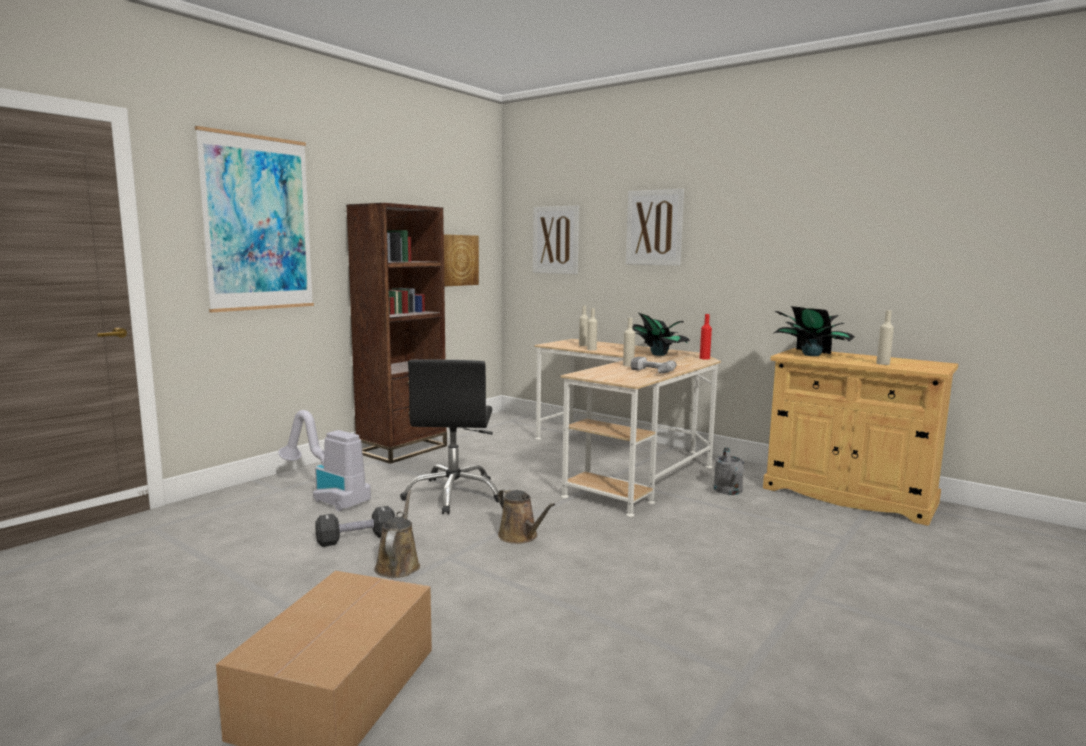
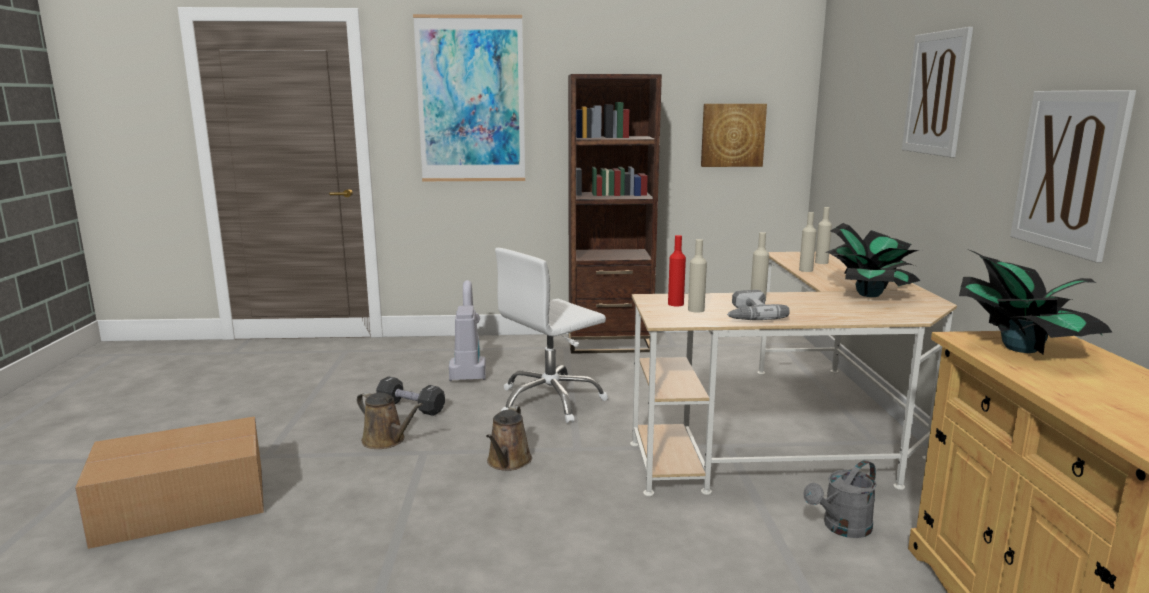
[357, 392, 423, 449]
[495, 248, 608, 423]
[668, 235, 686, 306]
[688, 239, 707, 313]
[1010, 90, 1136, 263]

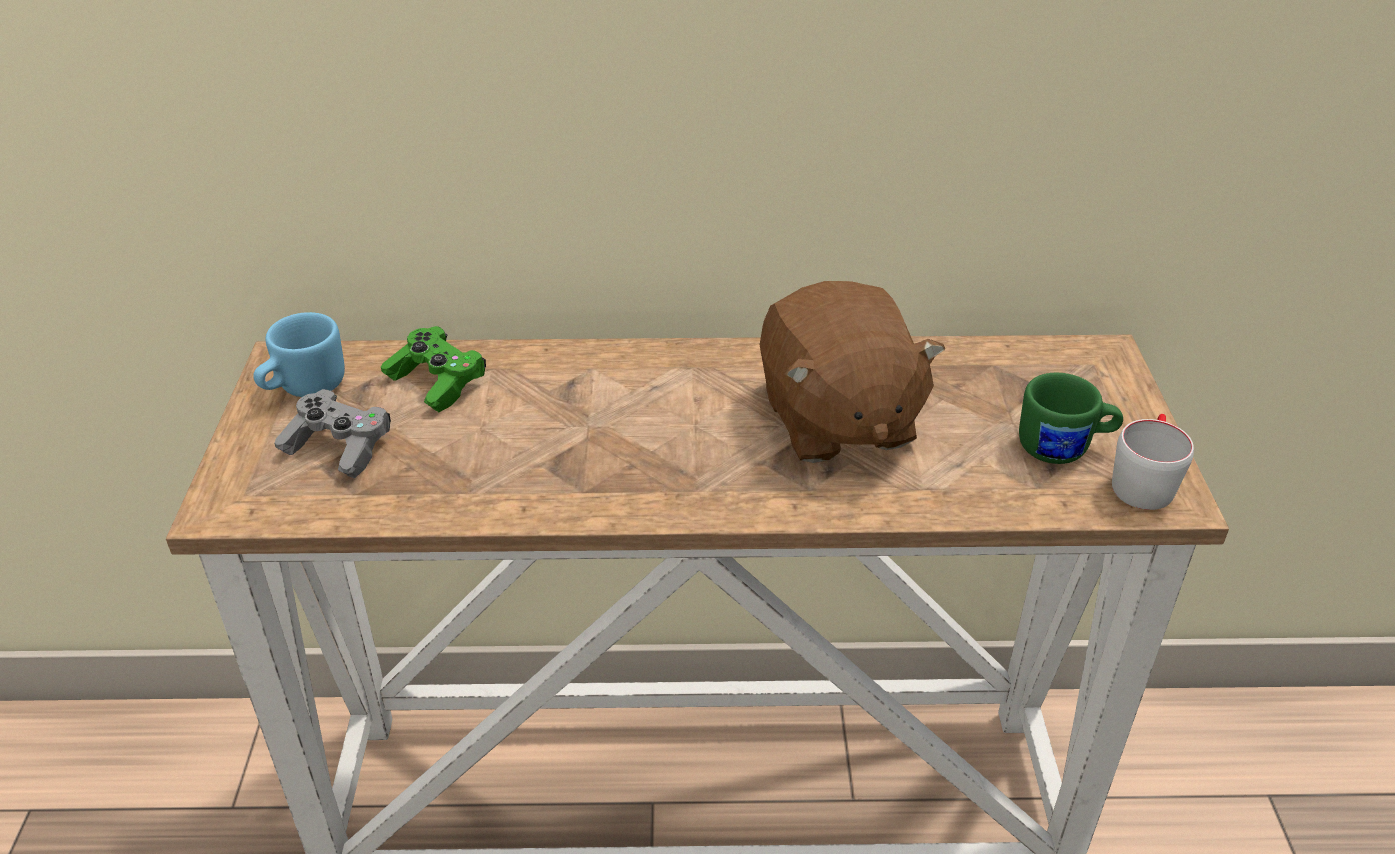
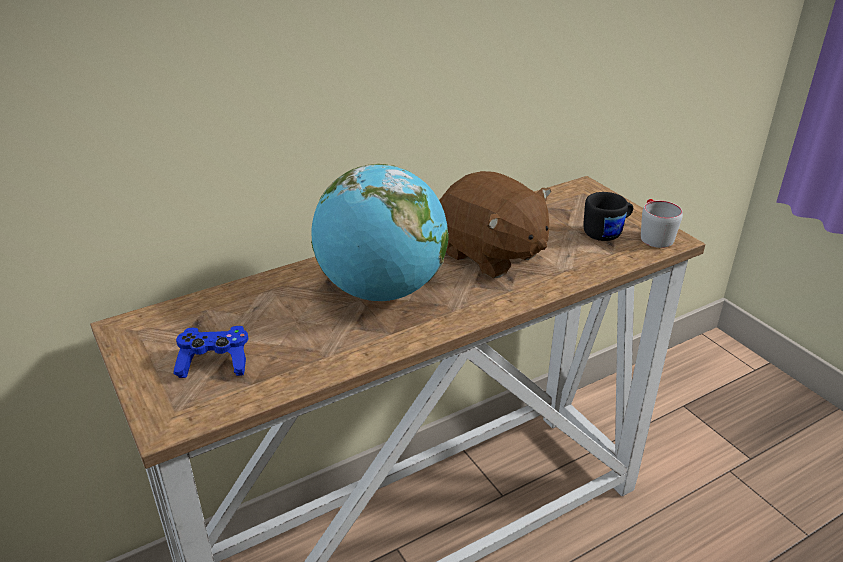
[173, 326, 248, 378]
[311, 164, 449, 301]
[583, 192, 633, 241]
[253, 312, 345, 397] (first image)
[381, 326, 486, 412] (first image)

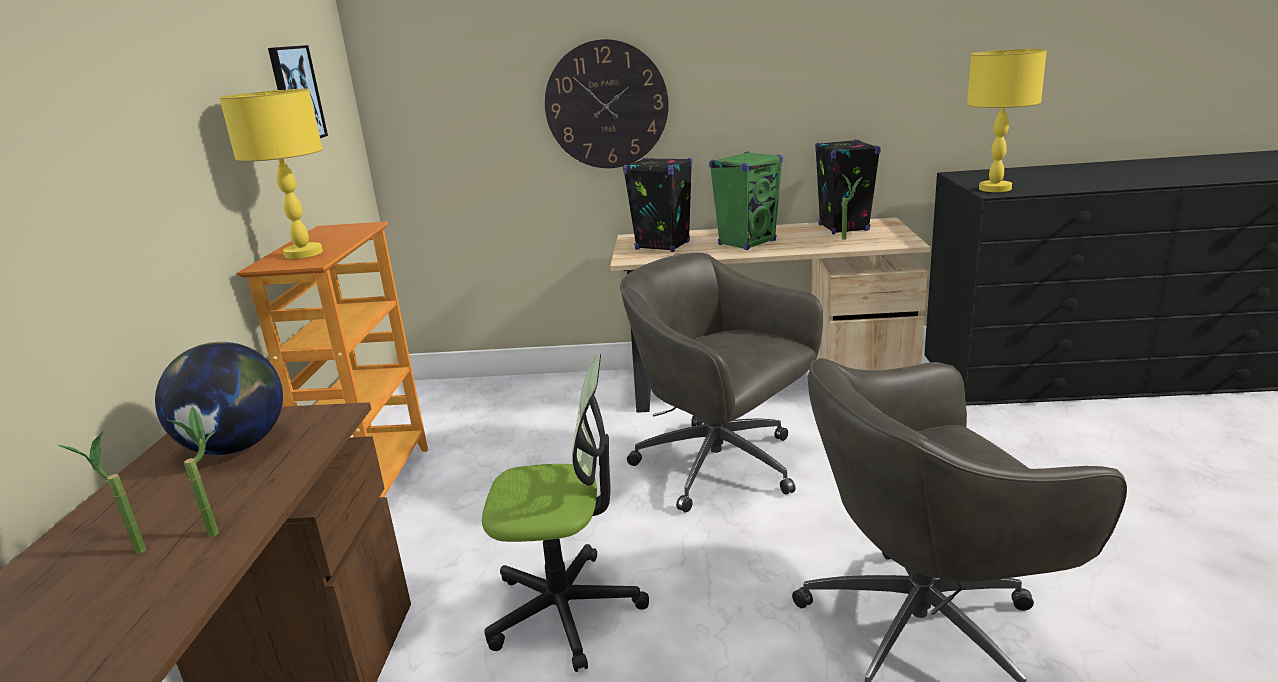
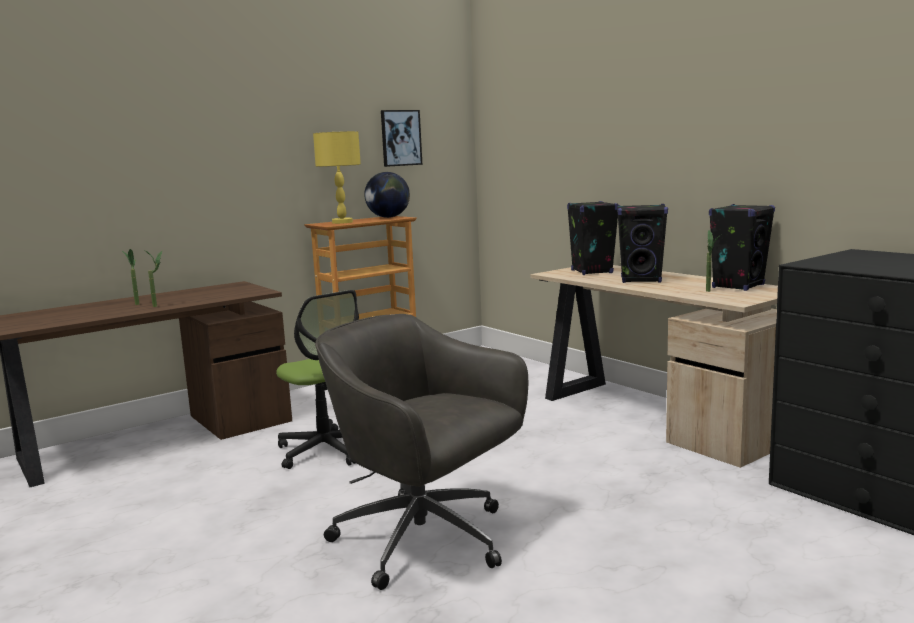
[364, 172, 410, 218]
[617, 204, 668, 283]
[545, 39, 669, 168] (first image)
[620, 253, 823, 512] (first image)
[967, 49, 1047, 192] (first image)

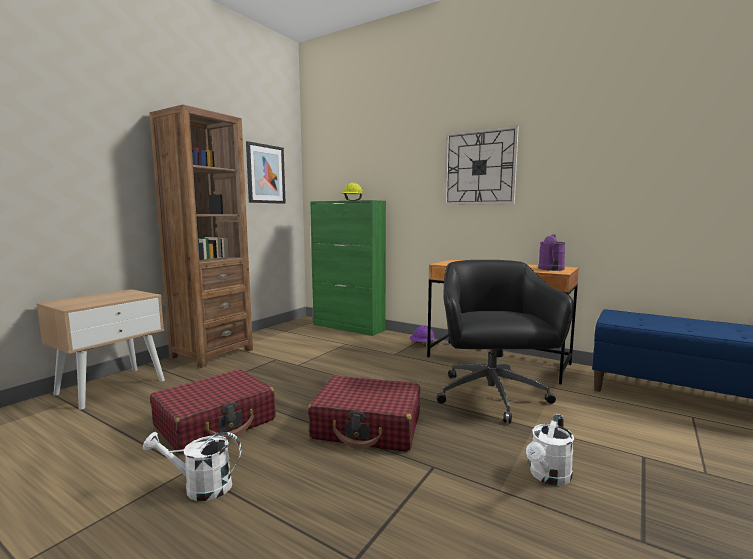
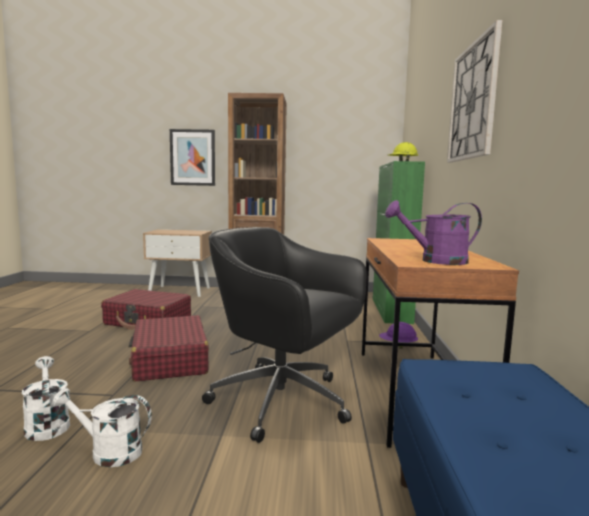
[22, 356, 70, 441]
[170, 129, 215, 186]
[202, 227, 367, 443]

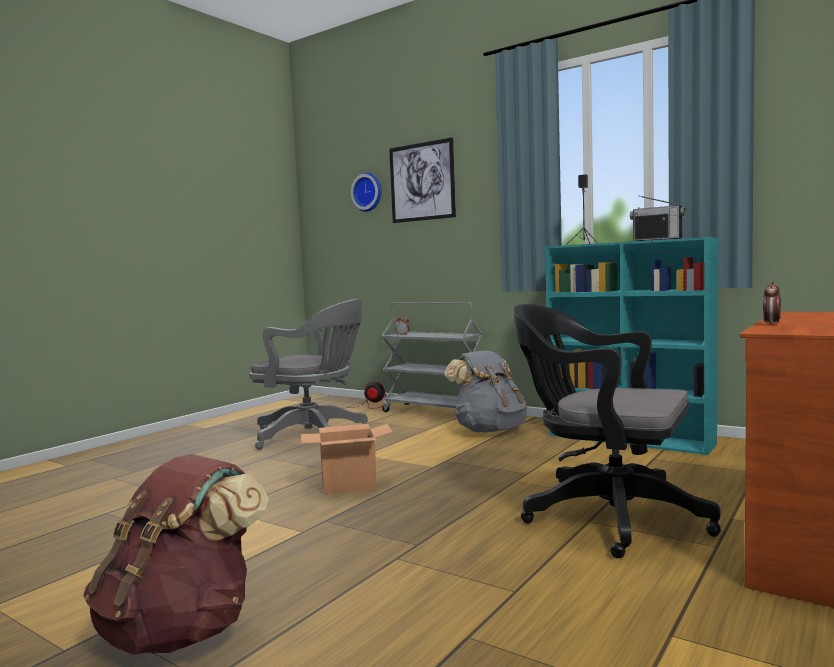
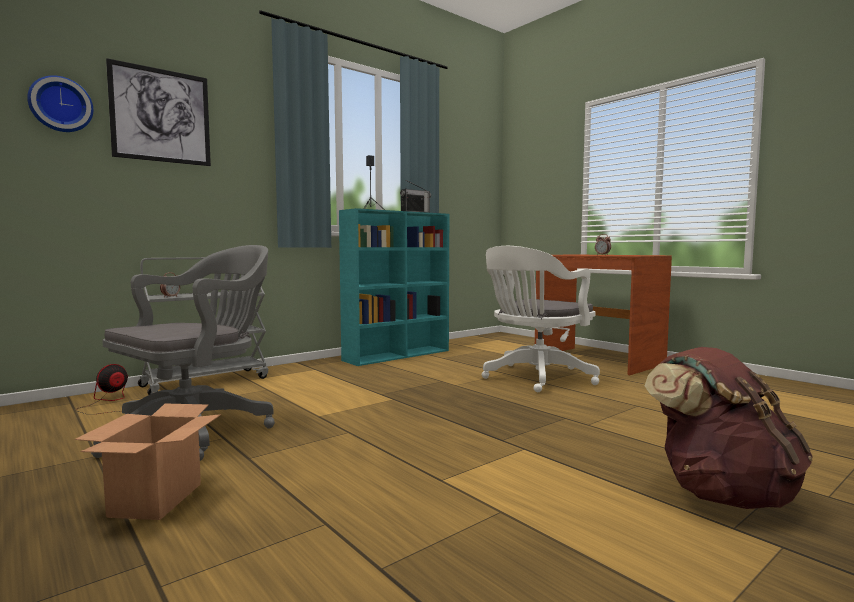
[75, 403, 221, 520]
[482, 246, 600, 392]
[444, 351, 527, 432] (first image)

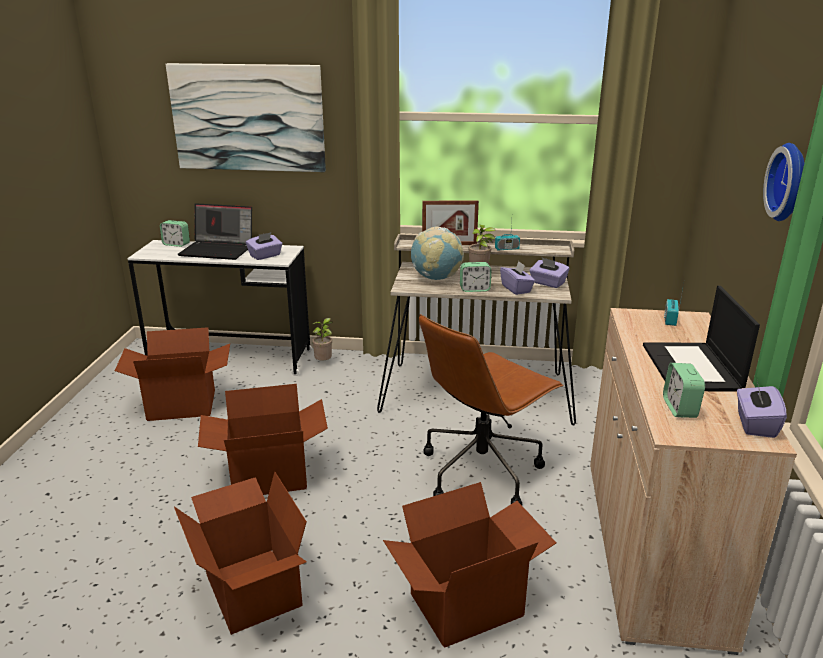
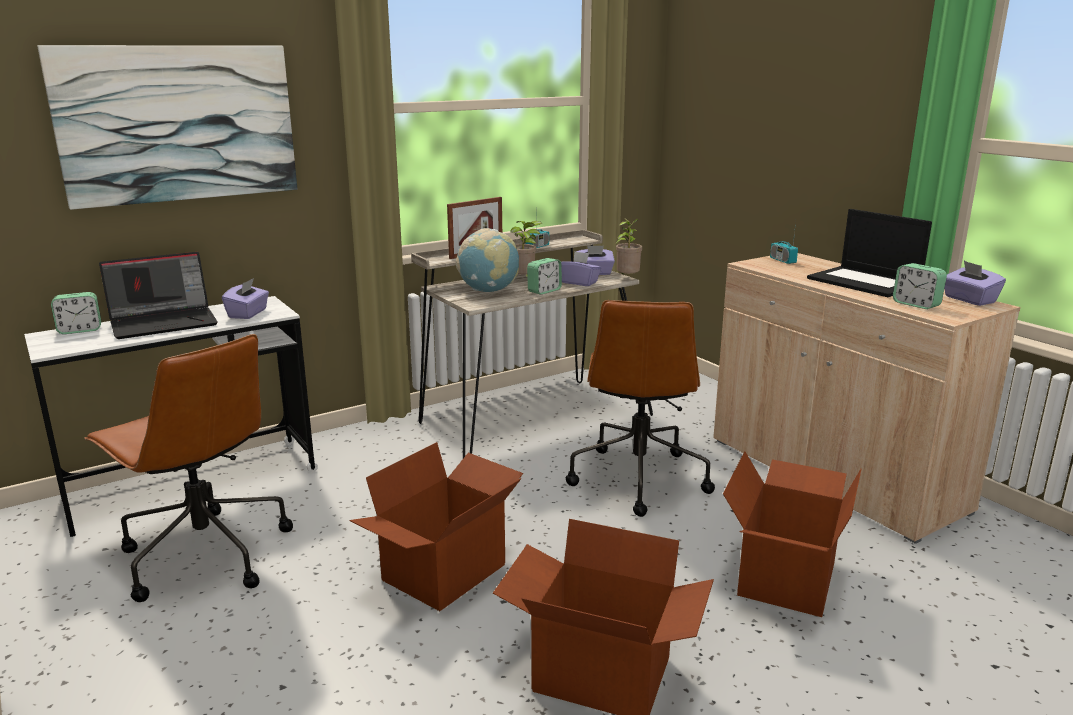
[85, 334, 293, 602]
[615, 218, 642, 275]
[763, 143, 804, 221] (first image)

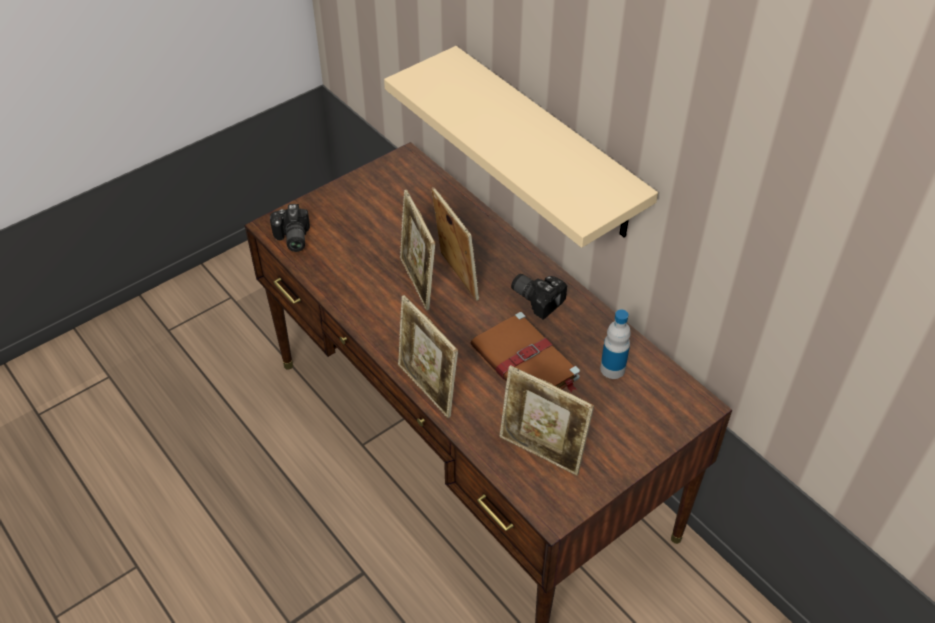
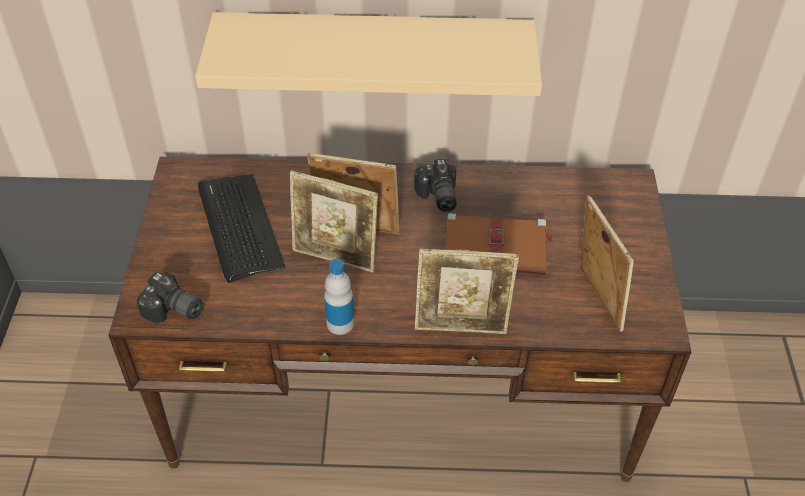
[198, 174, 285, 283]
[324, 259, 354, 335]
[414, 159, 457, 212]
[580, 195, 634, 332]

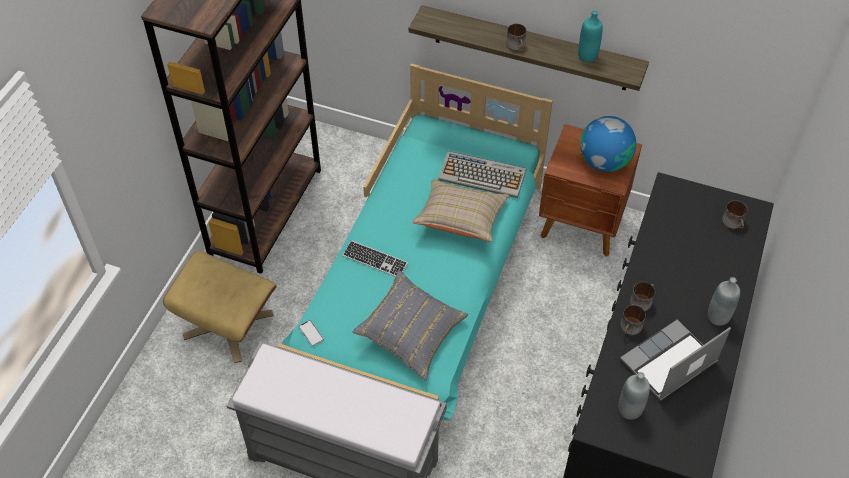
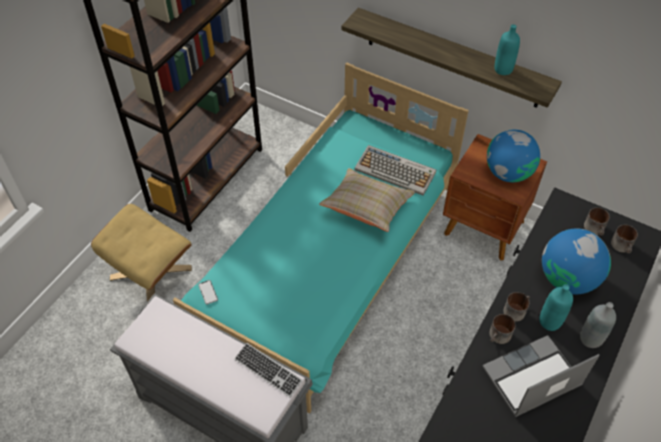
[234, 343, 303, 398]
[539, 284, 573, 331]
[542, 228, 611, 295]
[584, 207, 610, 236]
[352, 270, 468, 381] (first image)
[619, 372, 650, 420] (first image)

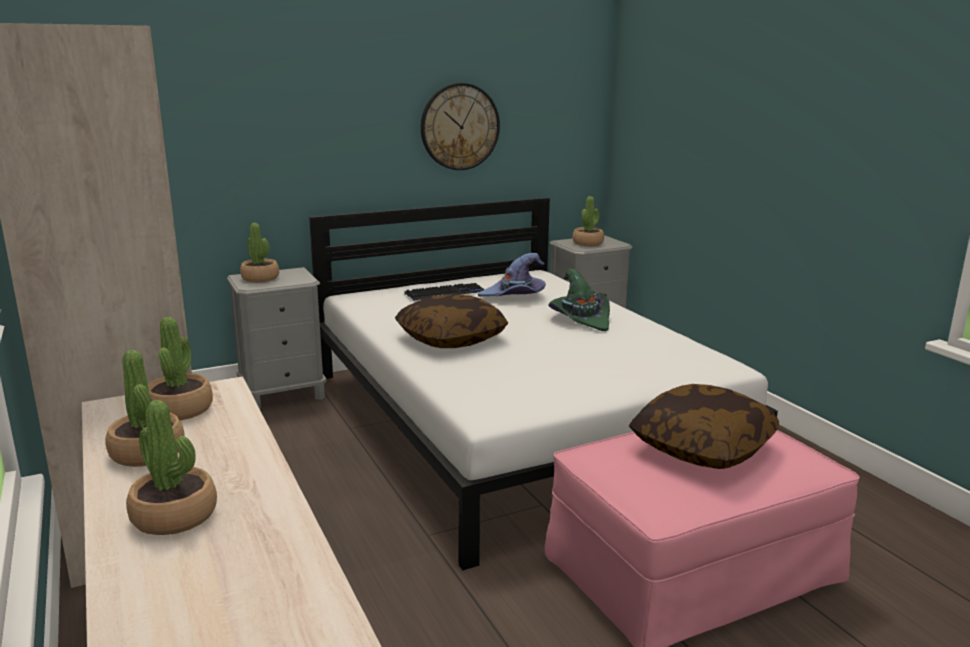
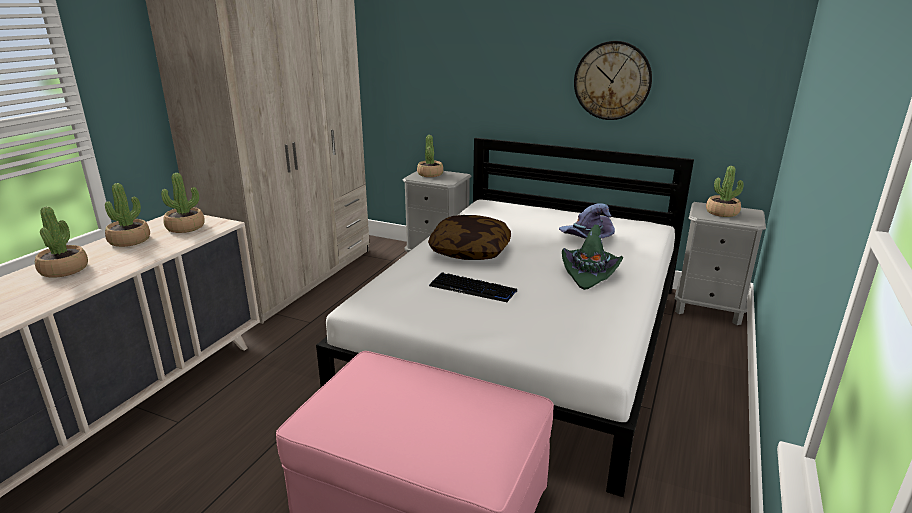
[429, 272, 517, 302]
[629, 384, 779, 469] (first image)

